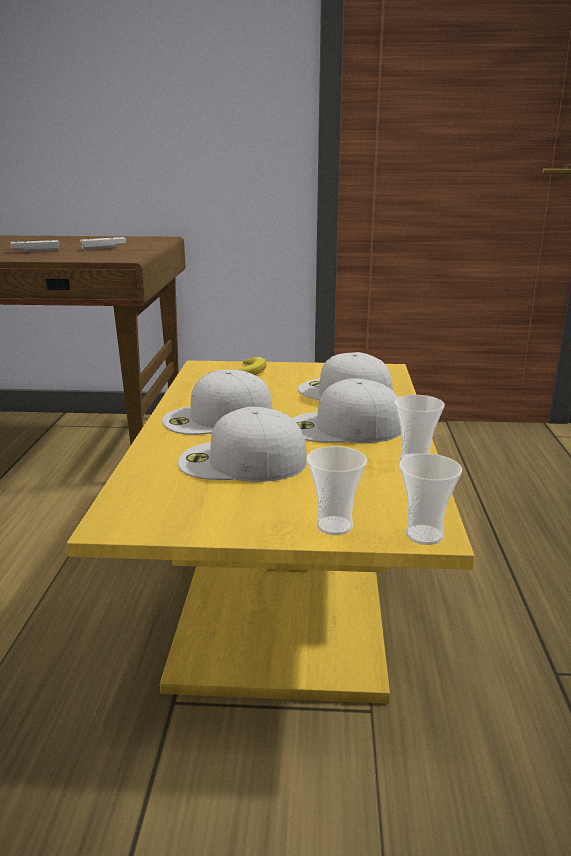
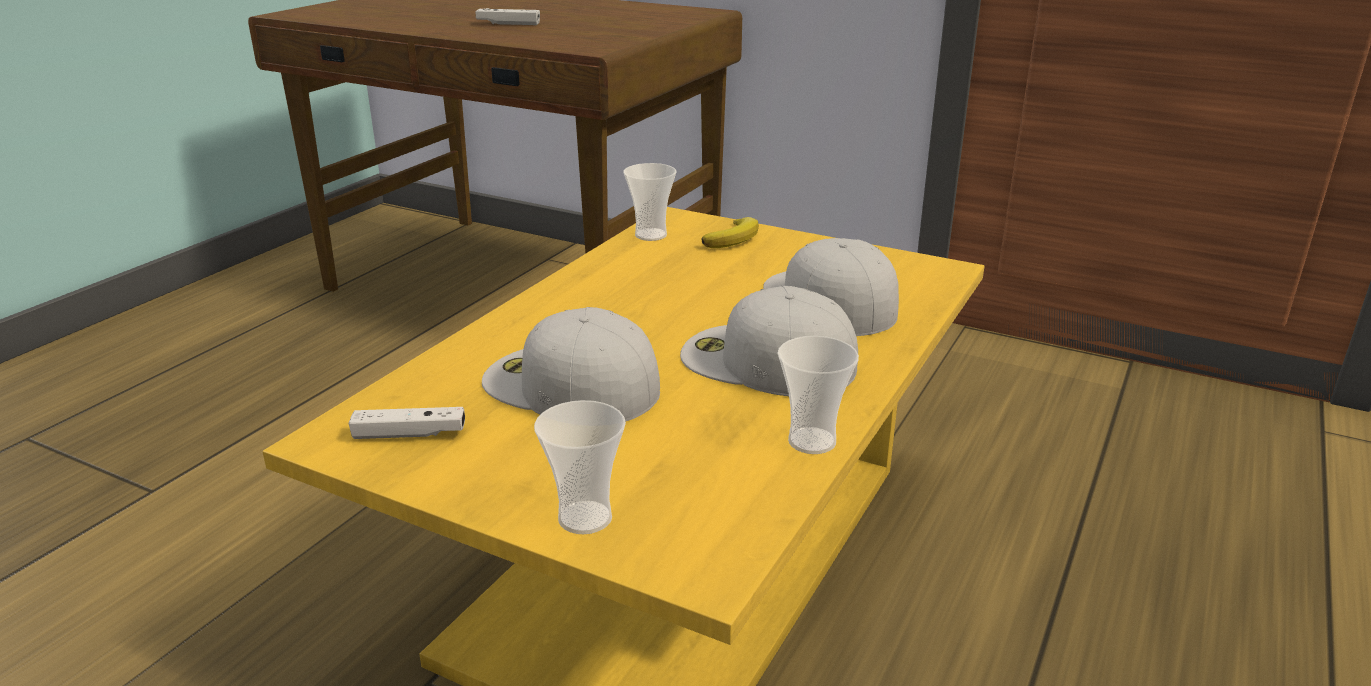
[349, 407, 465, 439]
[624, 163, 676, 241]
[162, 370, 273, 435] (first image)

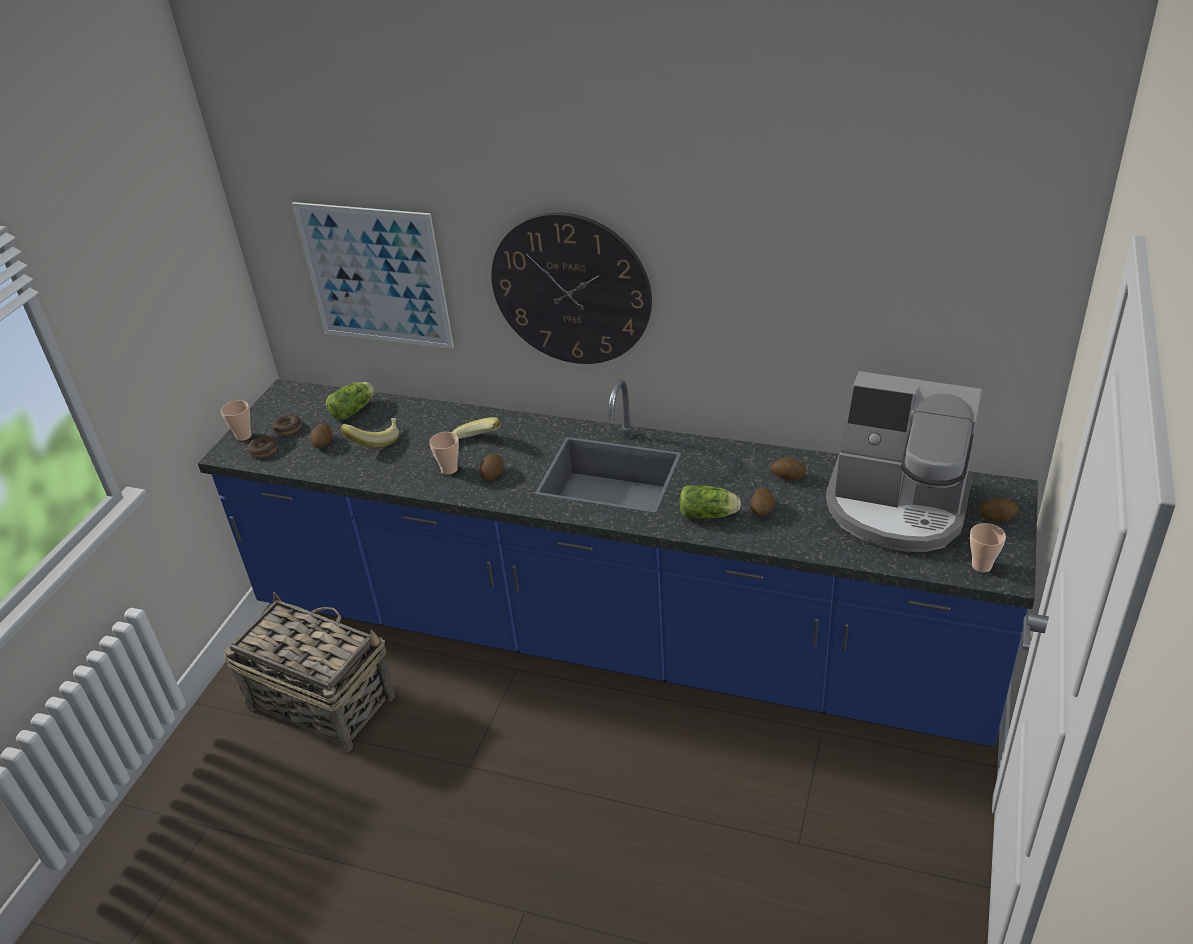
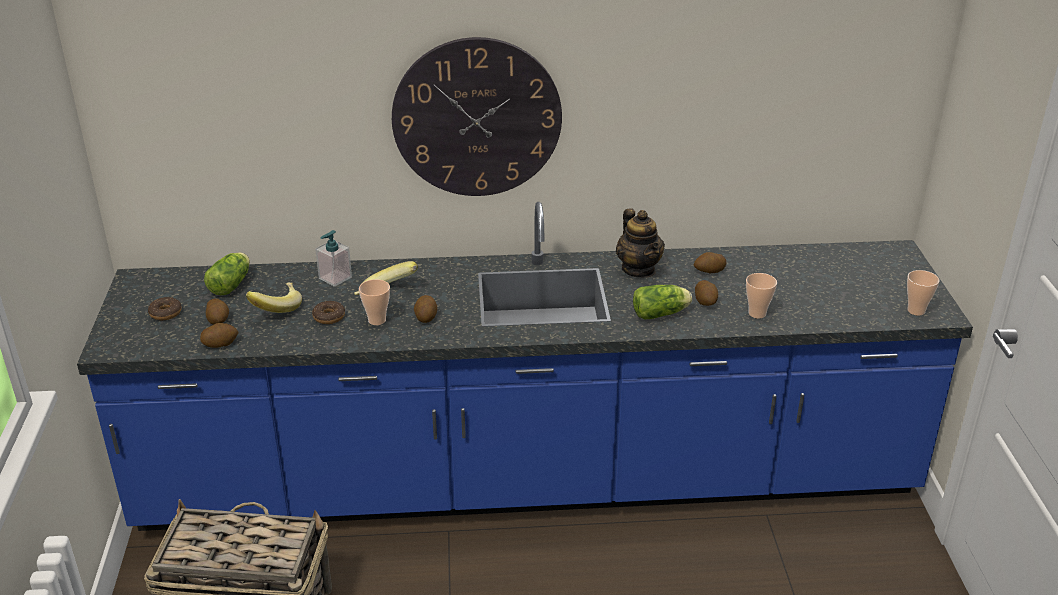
[200, 323, 238, 348]
[312, 301, 345, 324]
[315, 230, 352, 287]
[616, 208, 665, 278]
[746, 273, 777, 318]
[292, 202, 454, 349] (first image)
[826, 371, 982, 552] (first image)

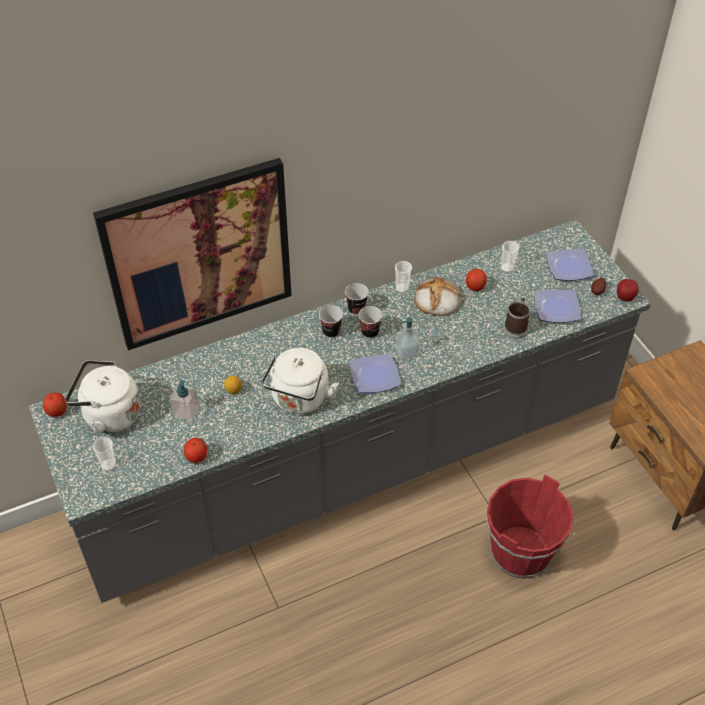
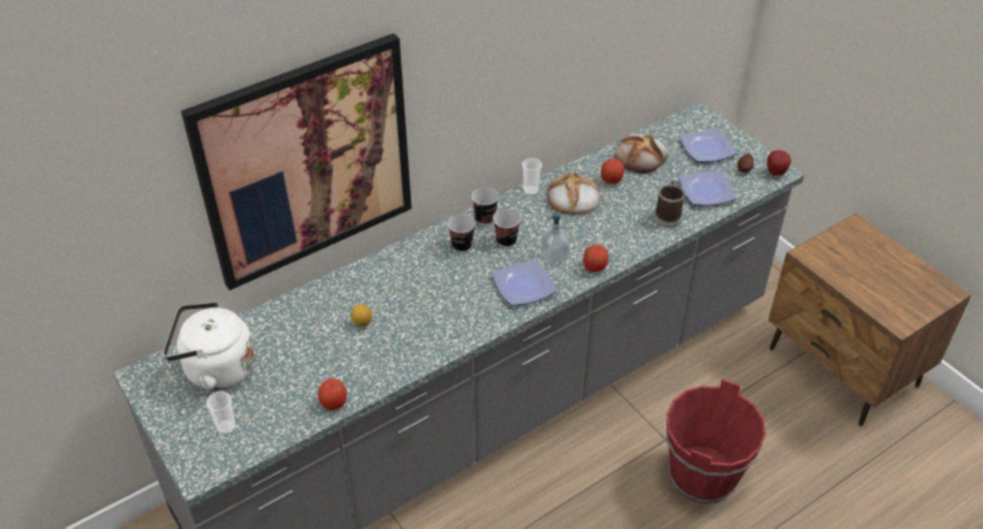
[583, 245, 609, 272]
[615, 134, 668, 173]
[170, 380, 199, 421] (first image)
[261, 348, 339, 414] (first image)

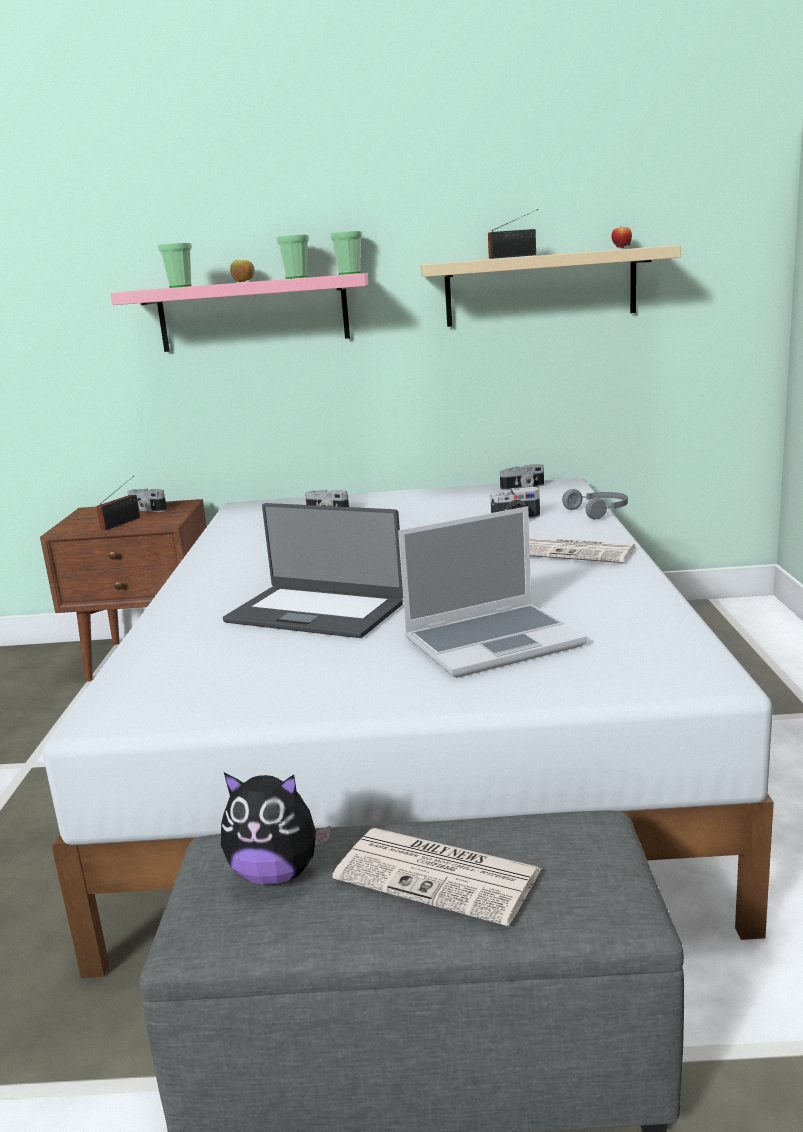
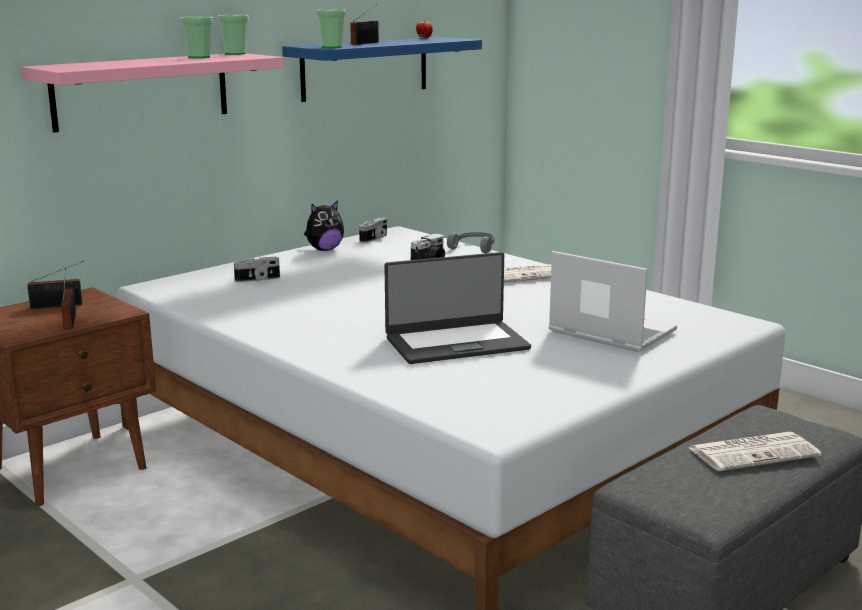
[27, 261, 84, 309]
[282, 37, 482, 102]
[304, 200, 344, 251]
[316, 9, 346, 48]
[548, 251, 677, 352]
[230, 260, 255, 282] (first image)

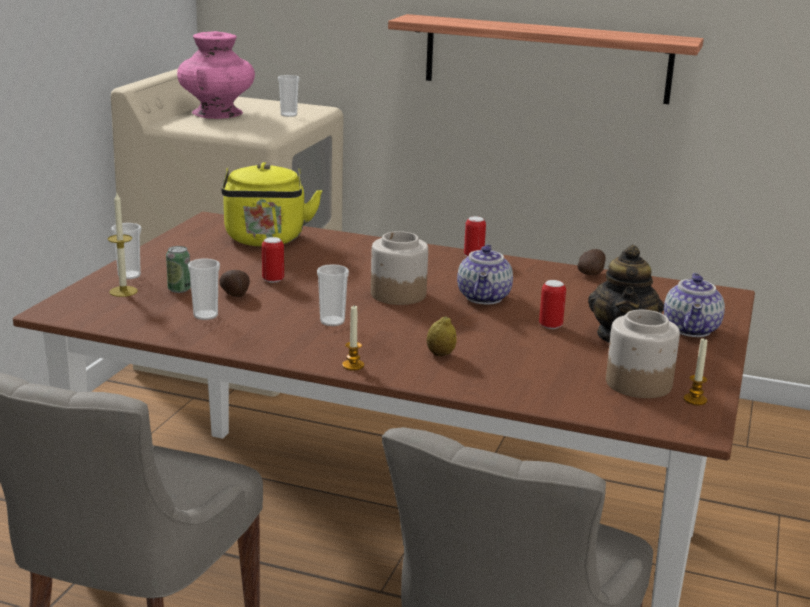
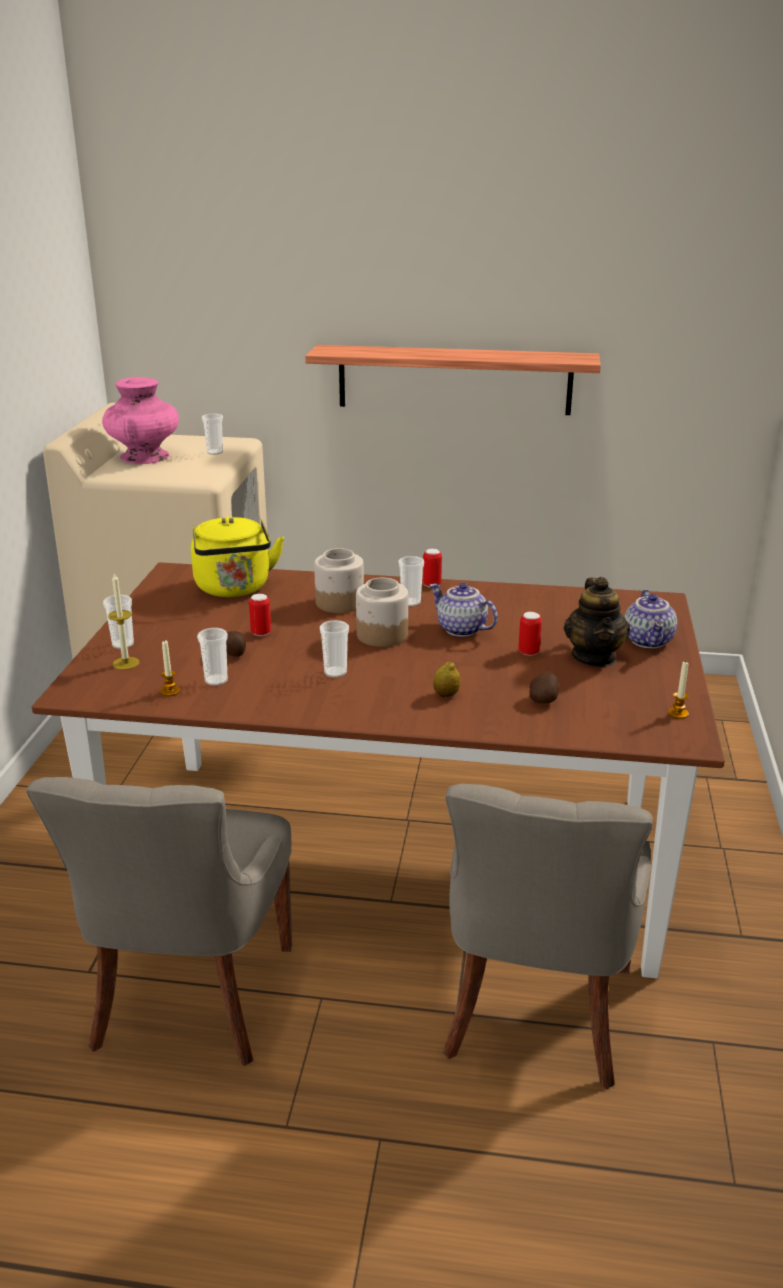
[160, 640, 180, 696]
[314, 548, 364, 613]
[399, 556, 424, 606]
[430, 583, 498, 637]
[529, 672, 559, 704]
[166, 246, 191, 293] (first image)

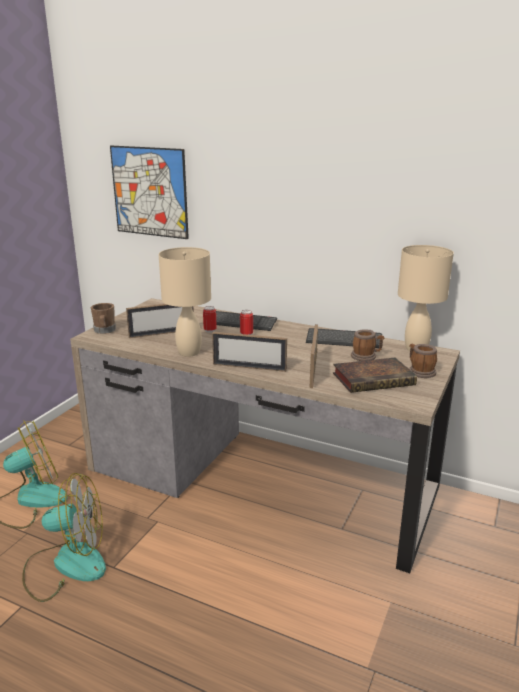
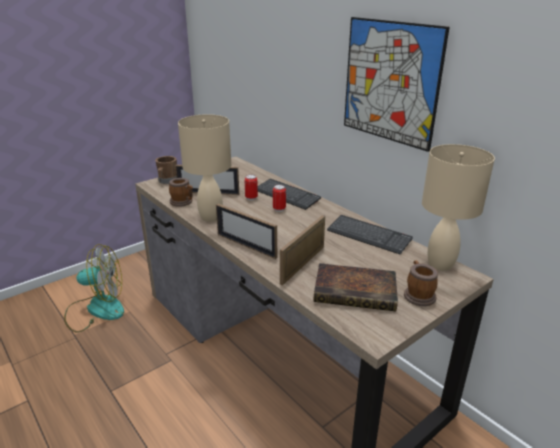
[169, 178, 193, 207]
[344, 17, 450, 152]
[22, 473, 106, 602] (first image)

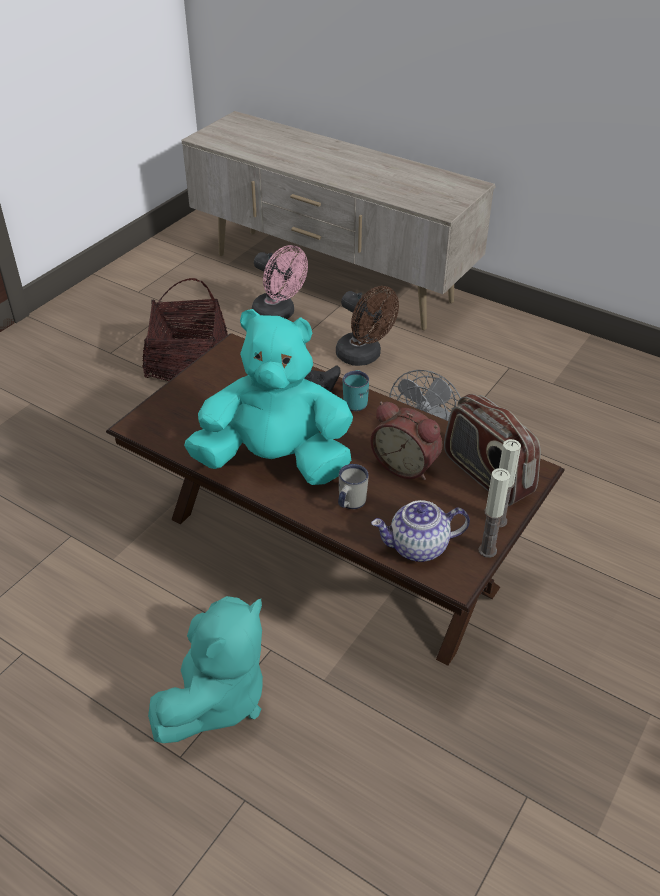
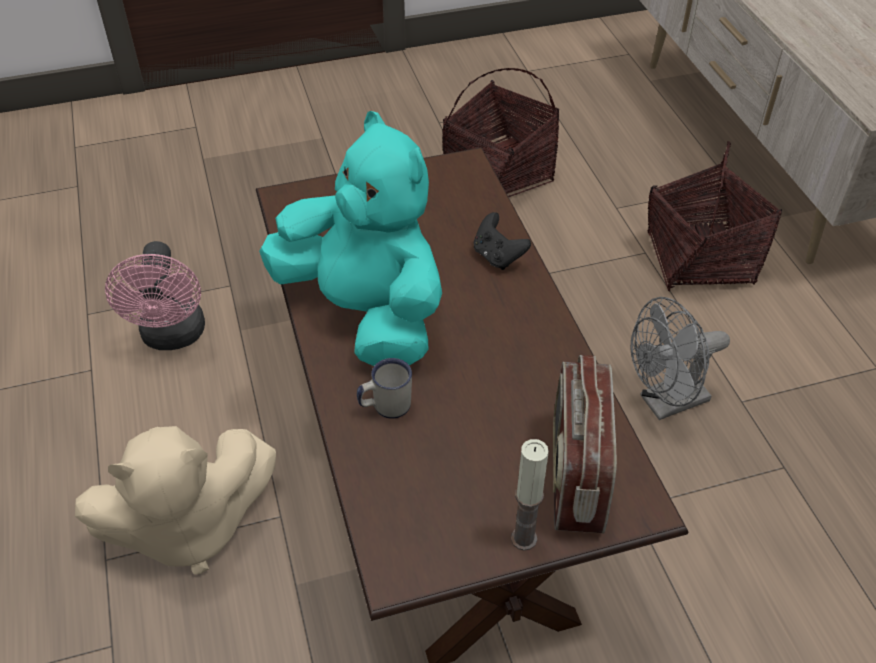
[75, 426, 276, 574]
[105, 241, 205, 350]
[647, 141, 782, 292]
[343, 370, 369, 411] (first image)
[371, 402, 443, 480] (first image)
[371, 500, 470, 562] (first image)
[479, 468, 510, 558] (first image)

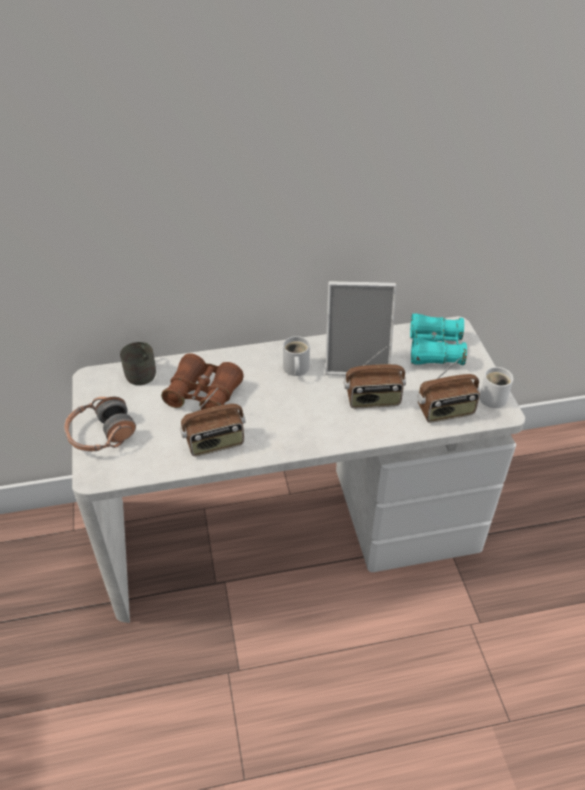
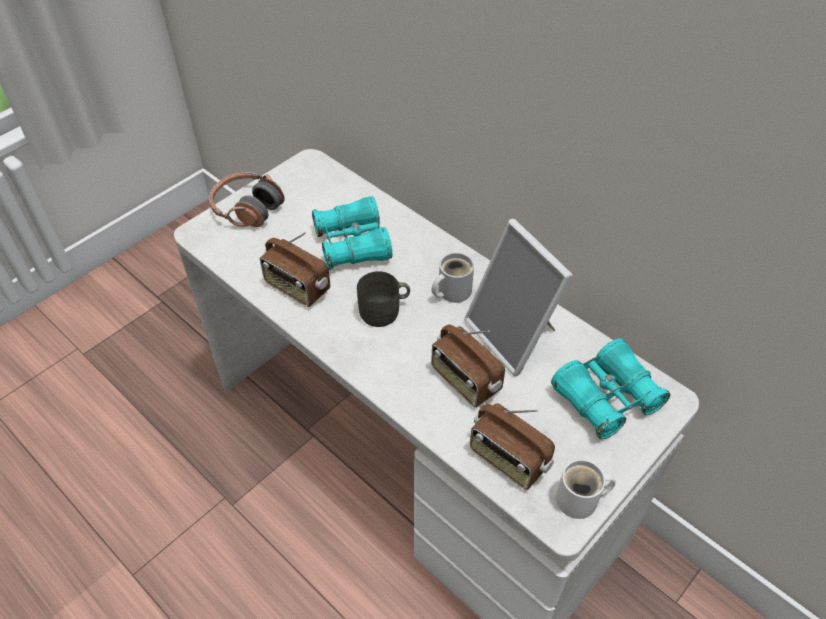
[312, 196, 392, 270]
[357, 271, 410, 327]

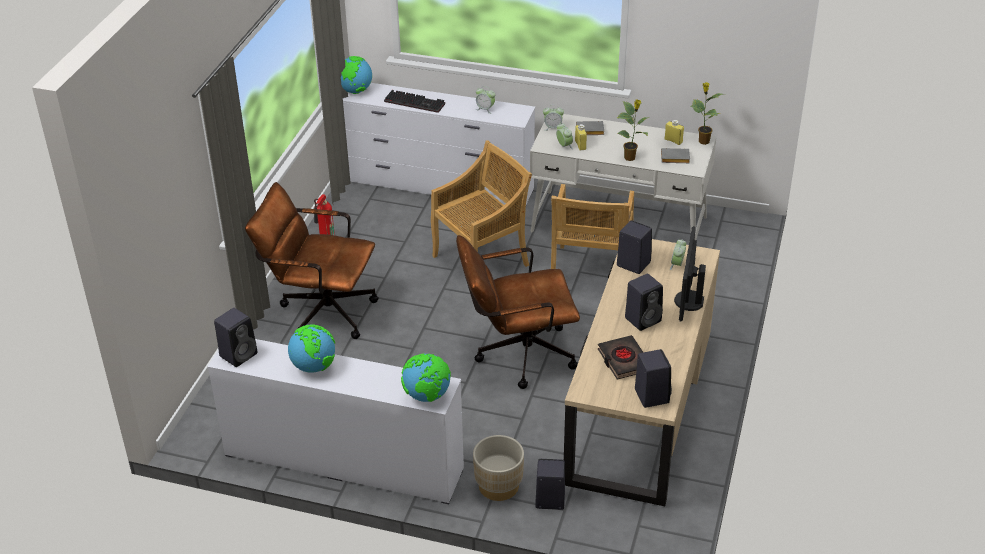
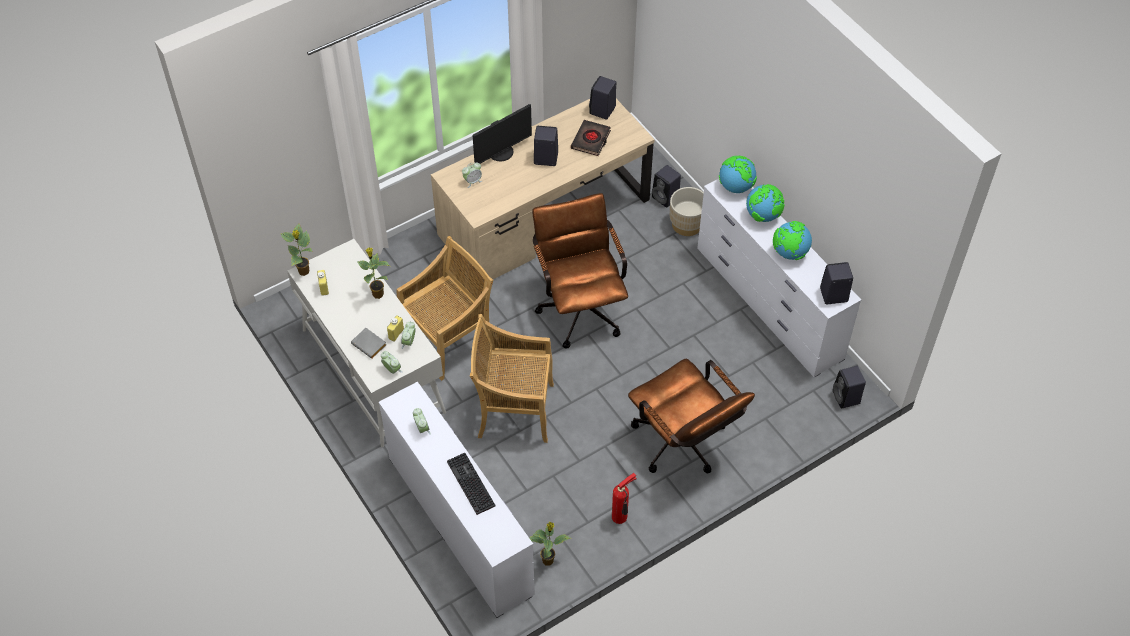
[530, 522, 571, 566]
[532, 193, 628, 348]
[746, 184, 785, 222]
[833, 366, 866, 409]
[661, 148, 690, 163] (first image)

